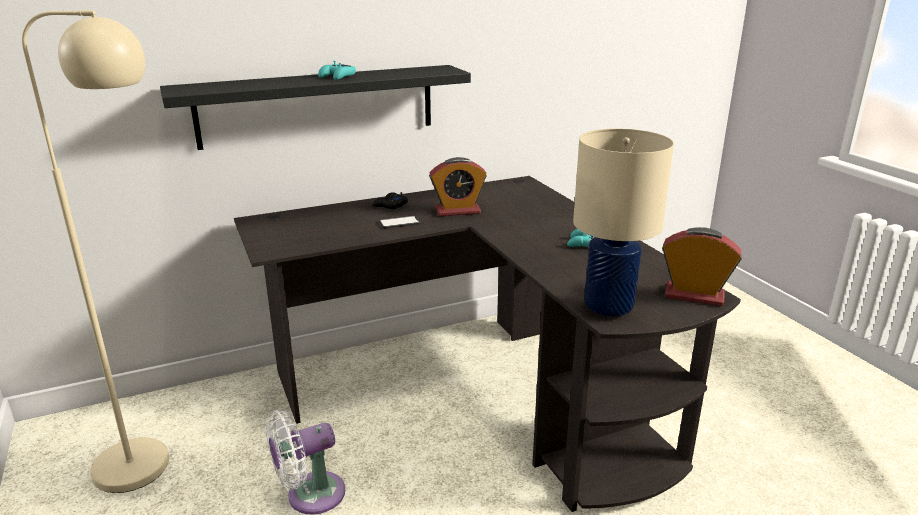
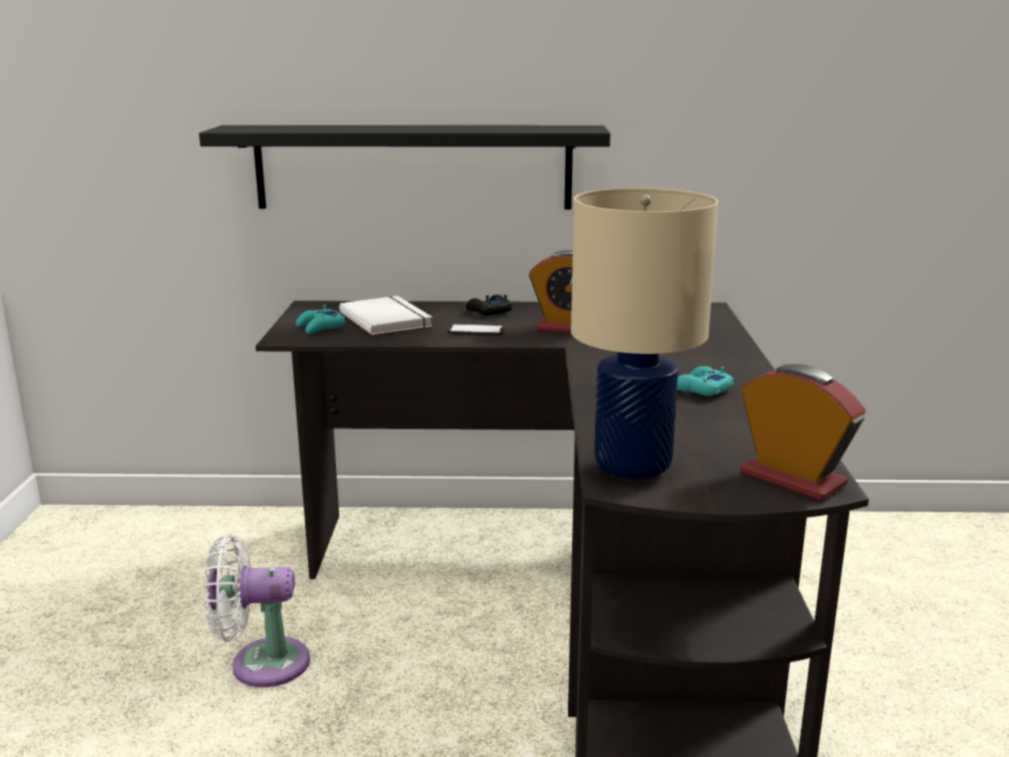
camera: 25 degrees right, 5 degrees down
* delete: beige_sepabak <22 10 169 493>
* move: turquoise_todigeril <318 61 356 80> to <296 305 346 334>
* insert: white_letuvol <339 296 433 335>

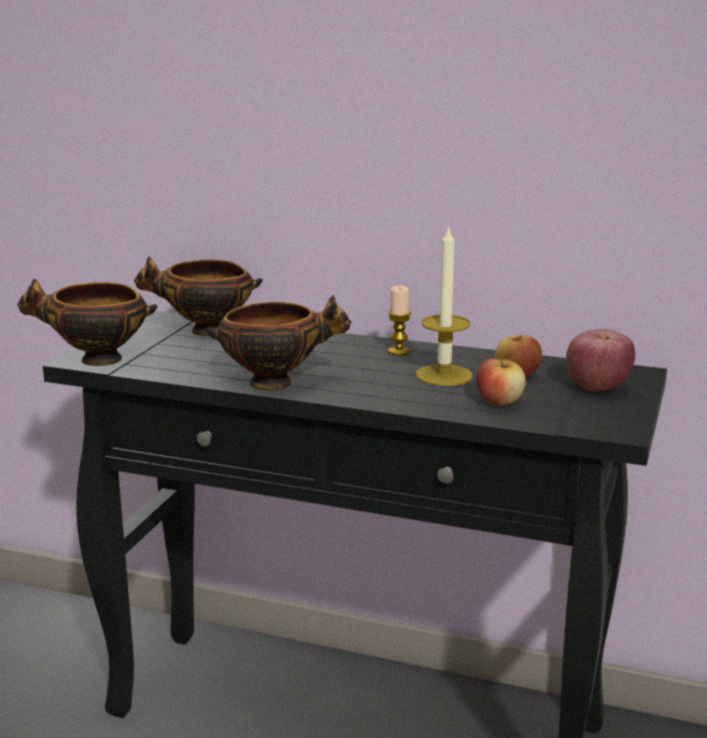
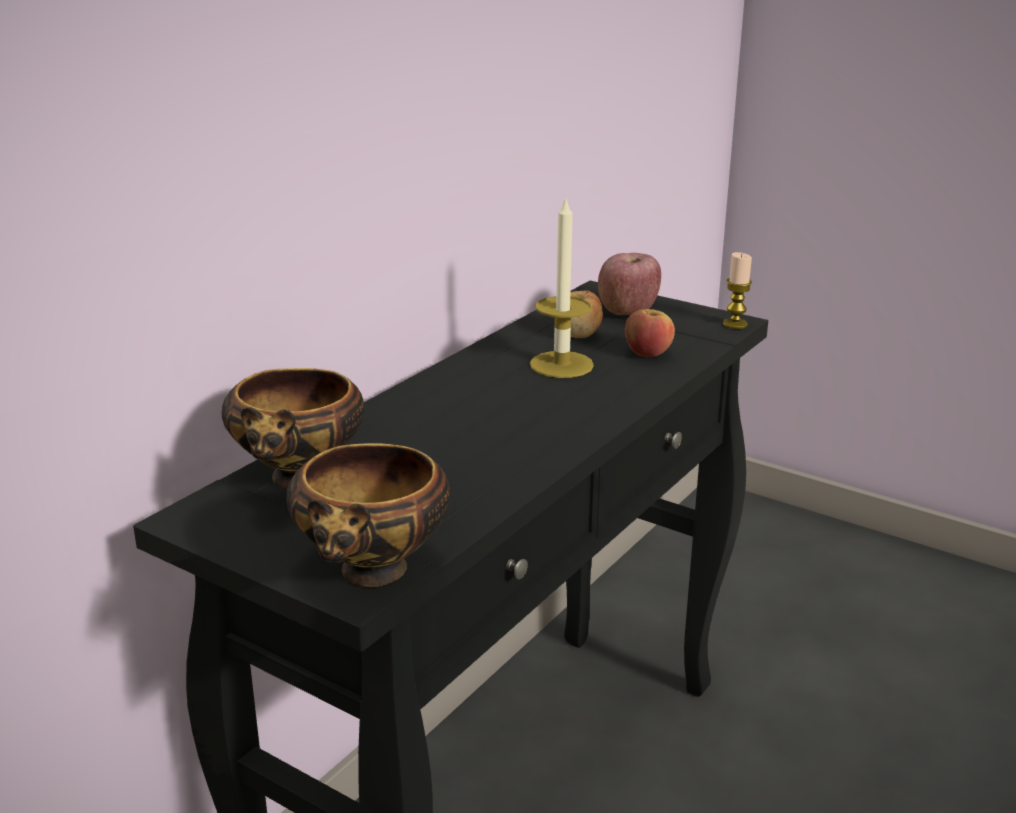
camera: 75 degrees left, 5 degrees up
* delete: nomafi <206 295 351 391>
* move: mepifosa <388 285 411 356> to <723 252 752 329>

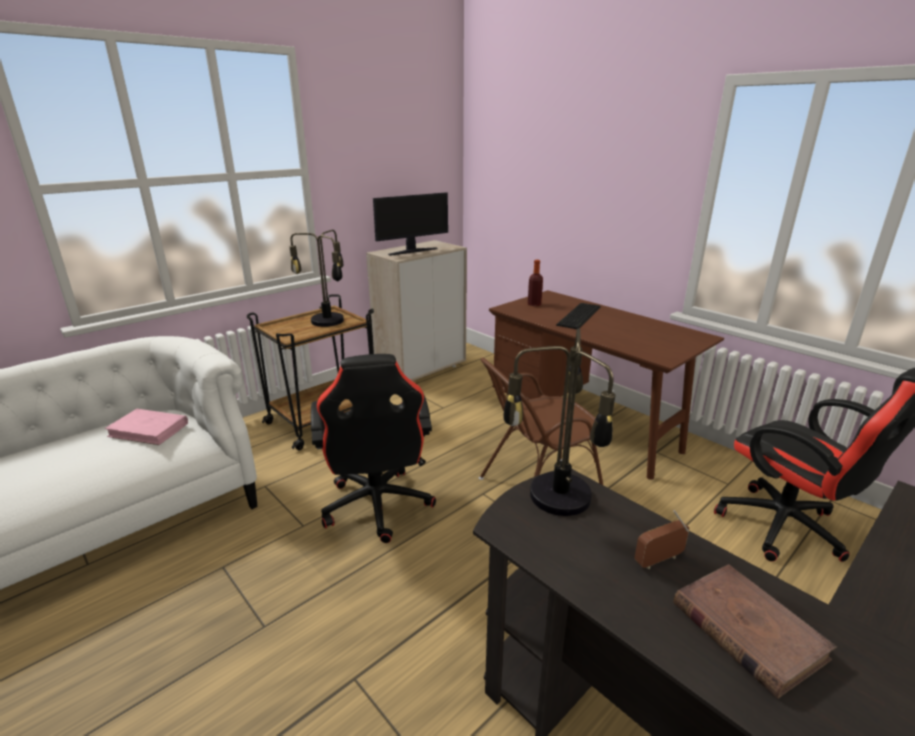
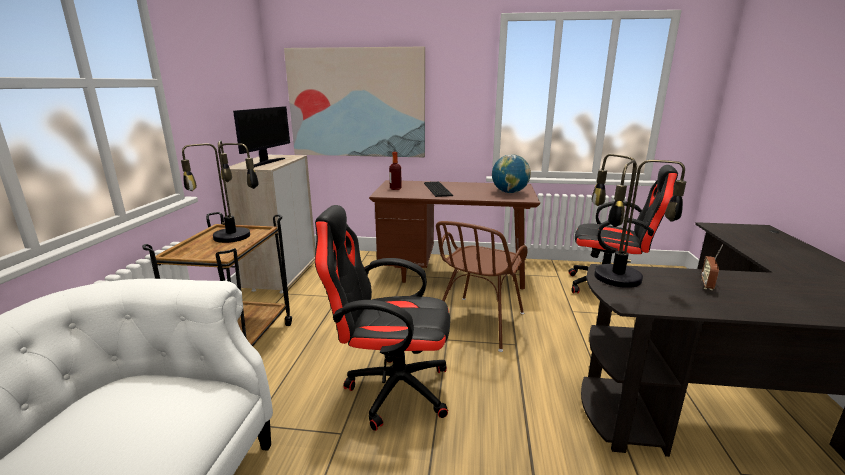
camera: 40 degrees left, 5 degrees down
* delete: pink_letuvol <105 409 188 445>
* rotate: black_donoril <311 354 436 543> = <315 205 450 431> 150 degrees clockwise
* delete: brown_letuvol <674 564 837 699>
* insert: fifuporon <284 47 425 157>
* insert: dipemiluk <492 154 531 193>

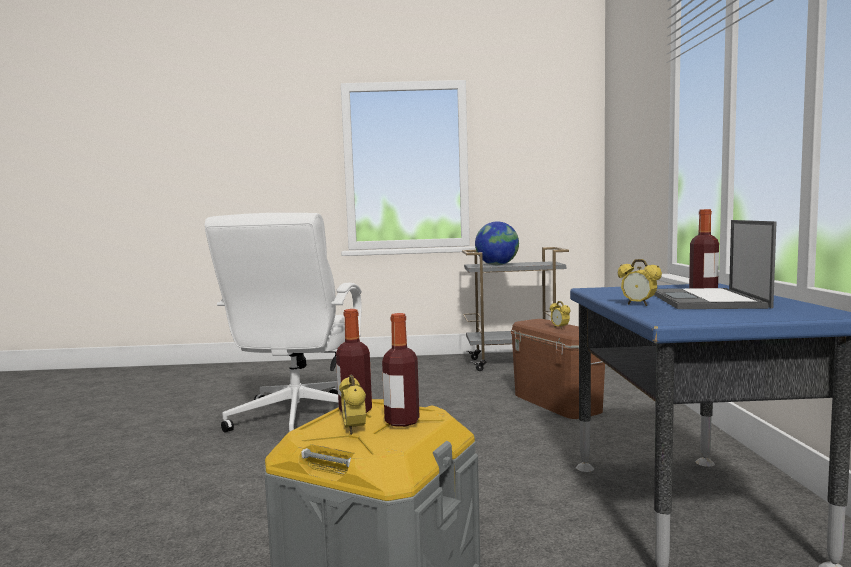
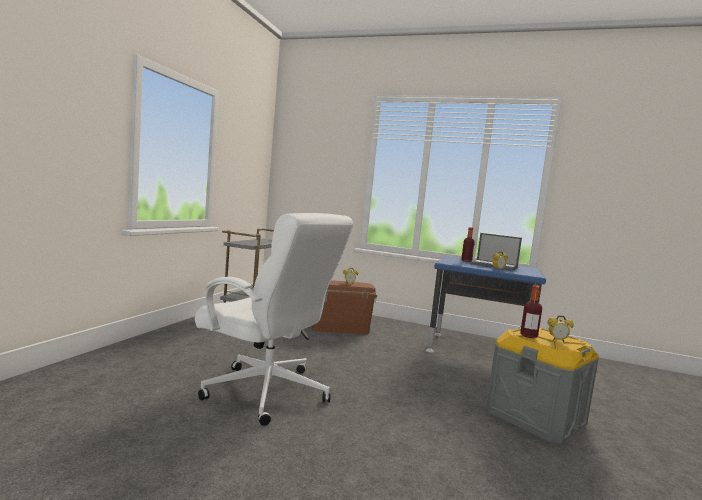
camera: 70 degrees left, 0 degrees up
* delete: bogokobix <382 313 420 427>
* delete: dipemiluk <475 221 519 265>

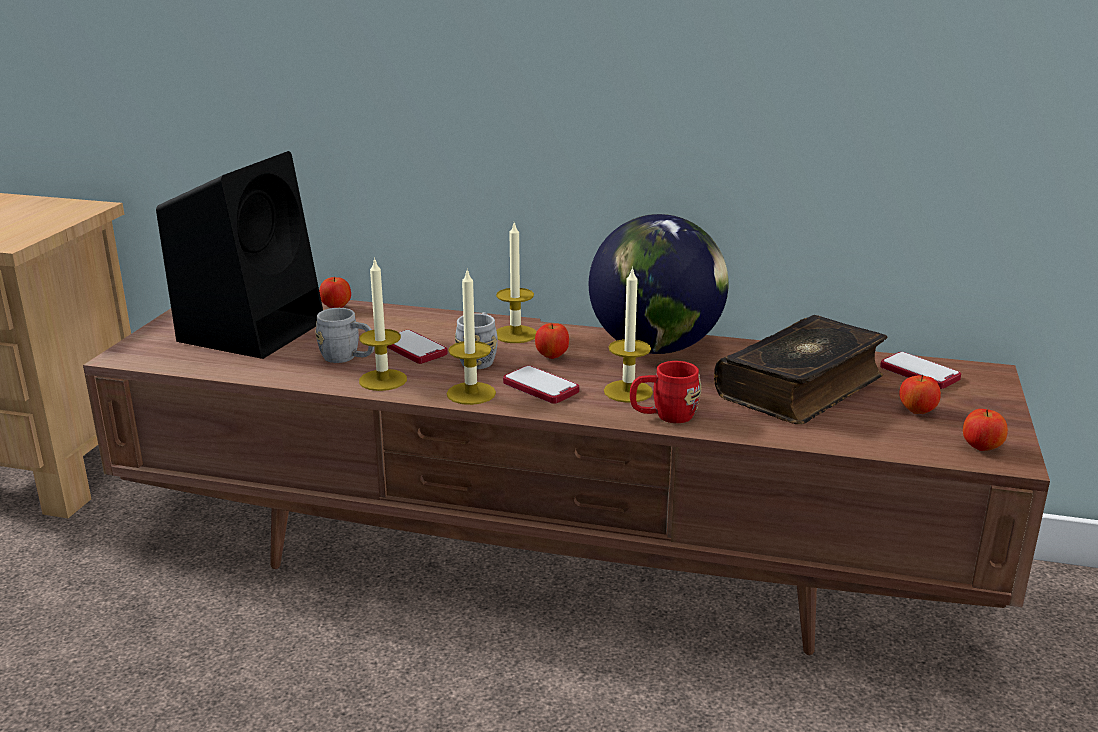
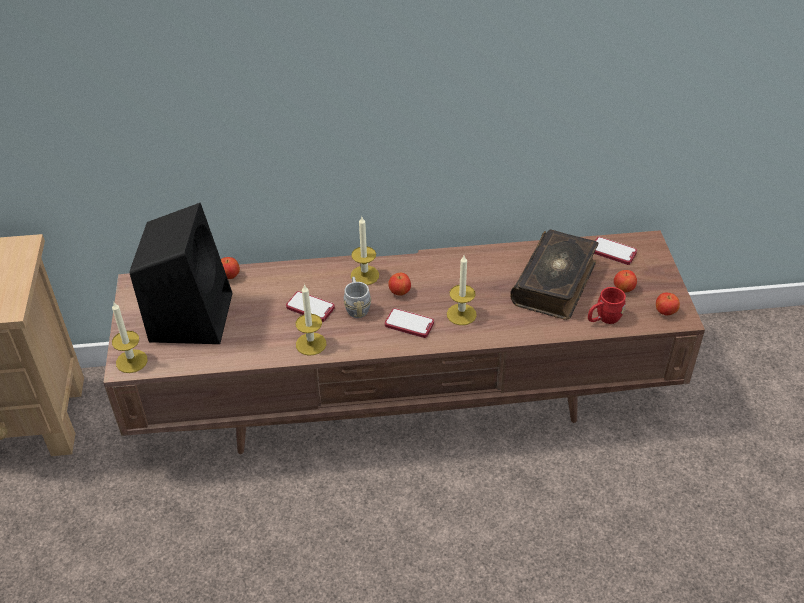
camera: 20 degrees left, 20 degrees up
* delete: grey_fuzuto <315 308 374 363>
* move: mepifosa <447 268 496 405> to <112 302 148 373>
* delete: dipemiluk <589 214 729 354>
* move: red_fuzuto <630 361 701 423> to <588 287 626 324>

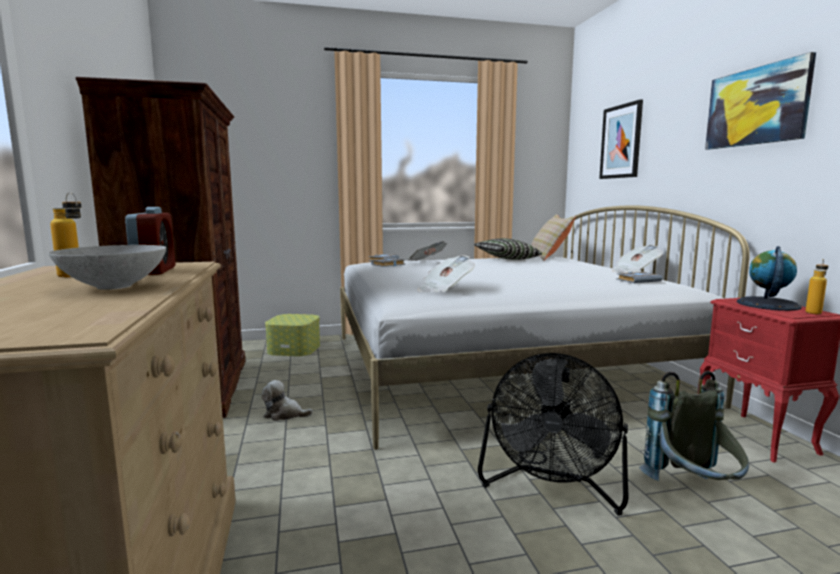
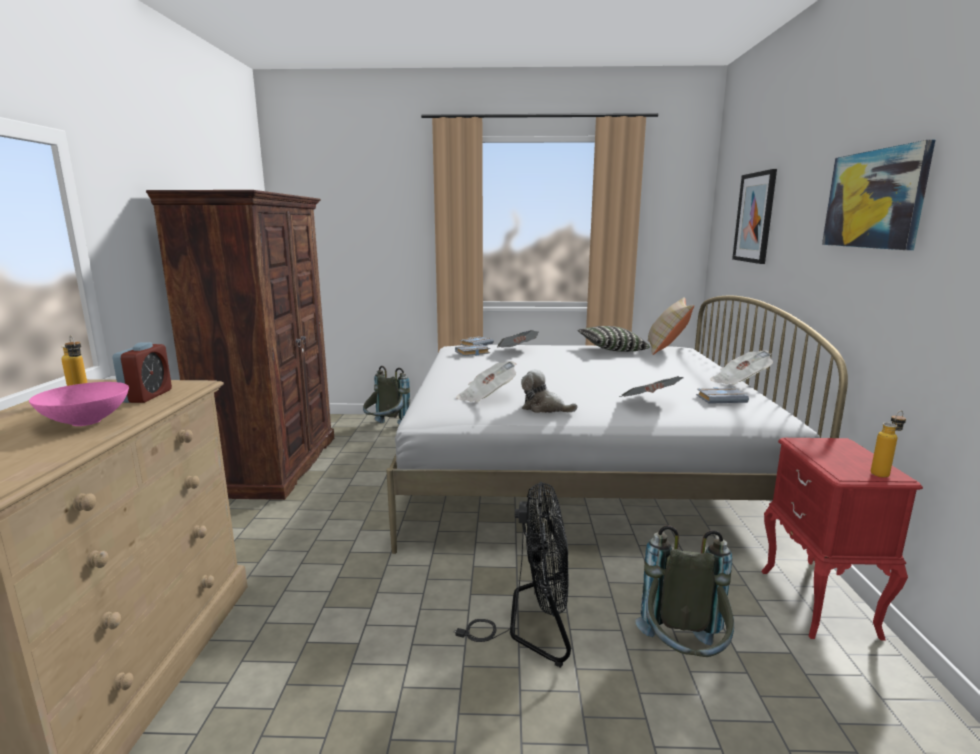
camera: 15 degrees right, 5 degrees up
* recolor: grey_nomafi <48 245 166 290> to pink_nomafi <29 382 129 426>
* move: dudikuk <261 380 313 421> to <521 369 578 413>
* replace: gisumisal <265 314 320 357> to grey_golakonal <363 366 410 425>
* rotate: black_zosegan <478 353 629 516> = <453 482 571 668> 120 degrees counterclockwise
* delete: dipemiluk <737 246 802 311>
* insert: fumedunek <619 376 684 397>

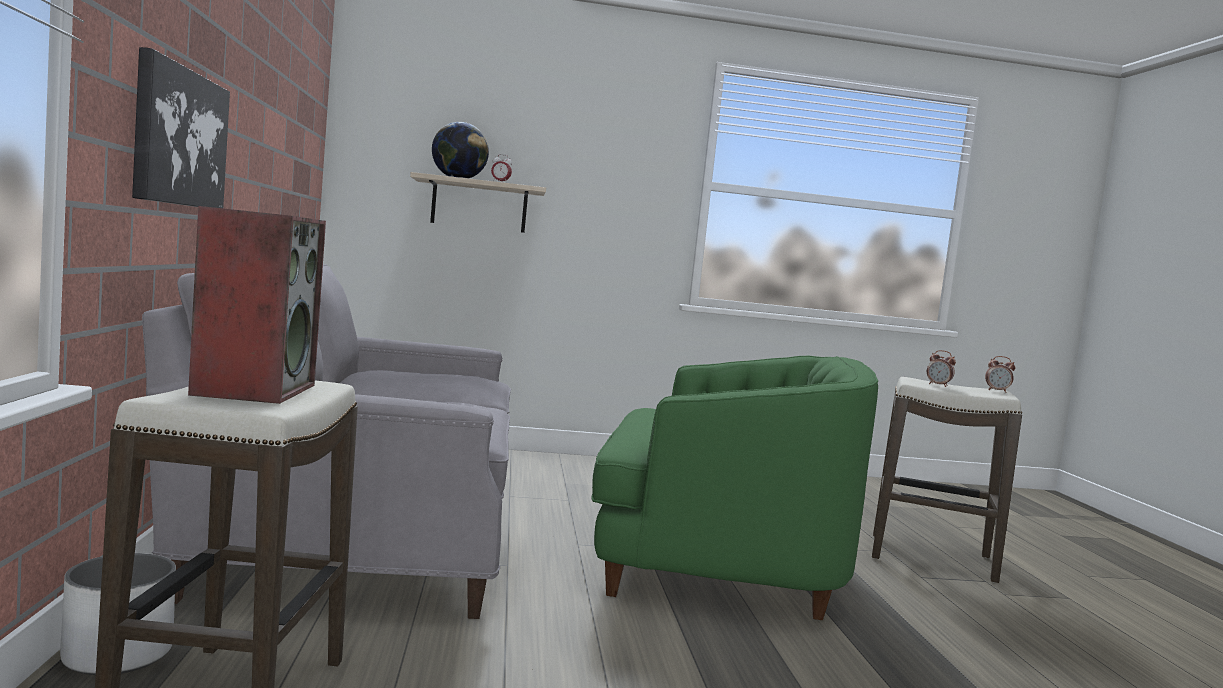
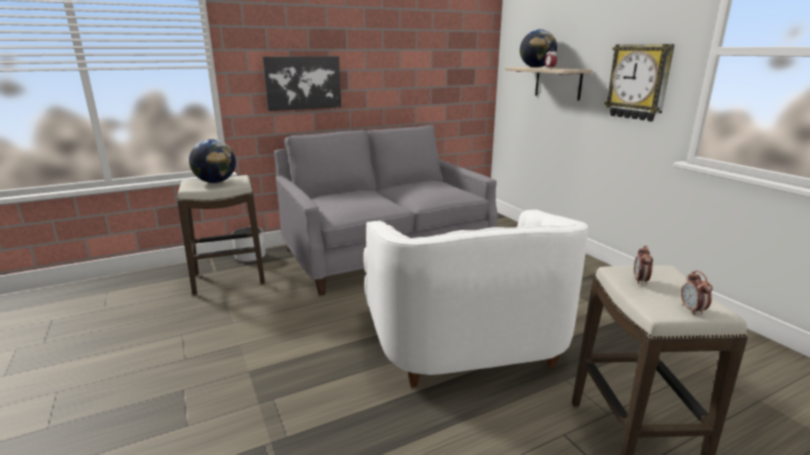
camera: 70 degrees right, 15 degrees up
* replace: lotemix <188 206 326 404> to dipemiluk <189 139 236 183>
* recolor: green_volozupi <591 356 878 620> to white_volozupi <363 210 588 388>
* insert: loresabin <605 44 675 121>

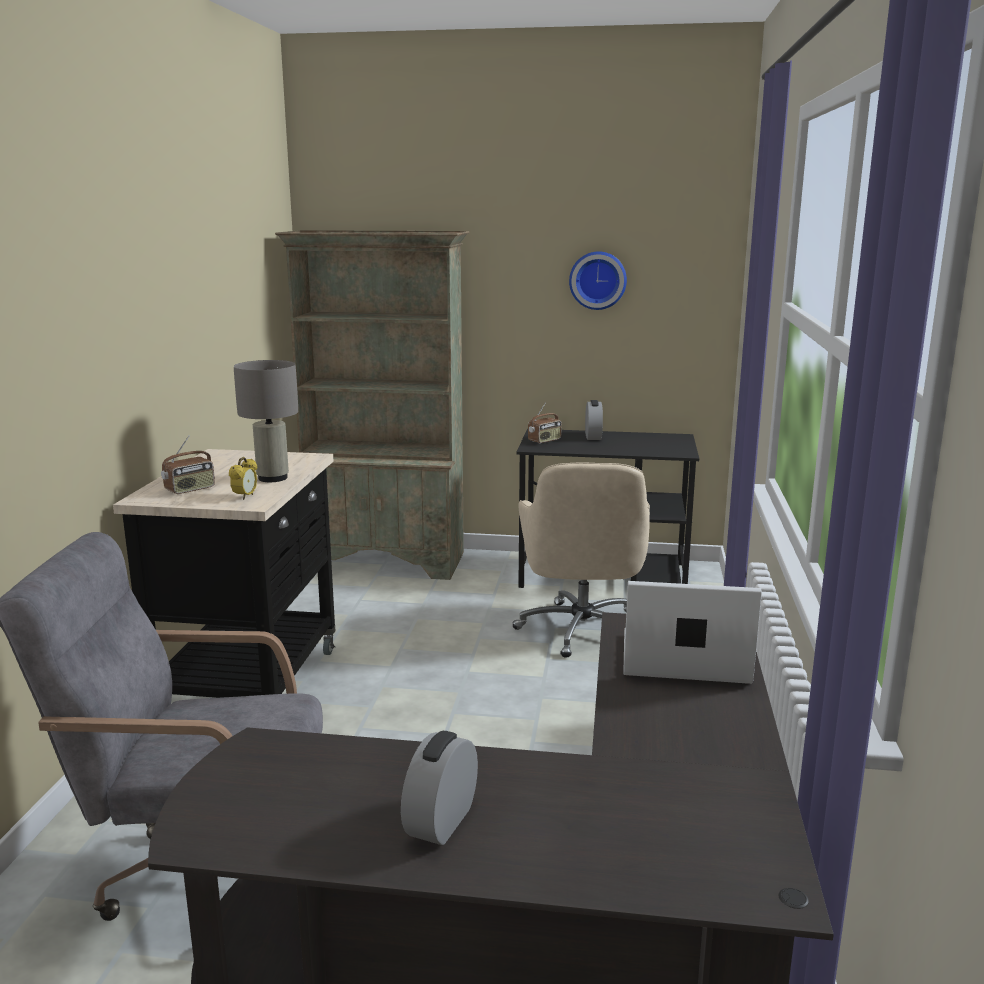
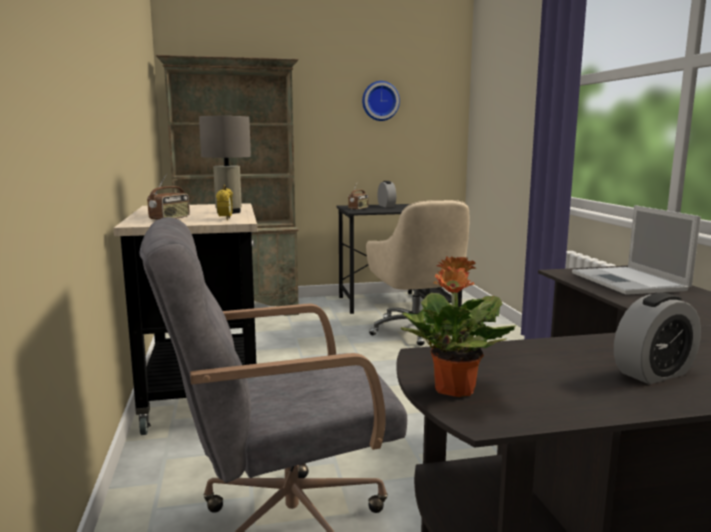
camera: 20 degrees left, 5 degrees down
* rotate: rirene <401 731 478 845> = <614 293 701 384> 120 degrees counterclockwise
* rotate: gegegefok <623 581 762 684> = <572 205 701 295> 90 degrees counterclockwise
* insert: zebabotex <401 256 516 397>

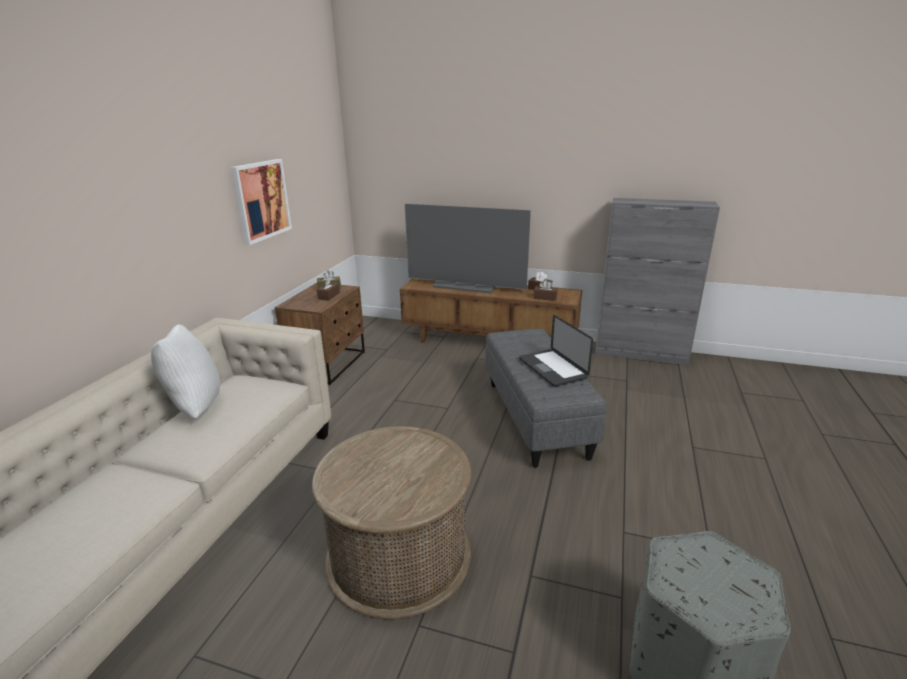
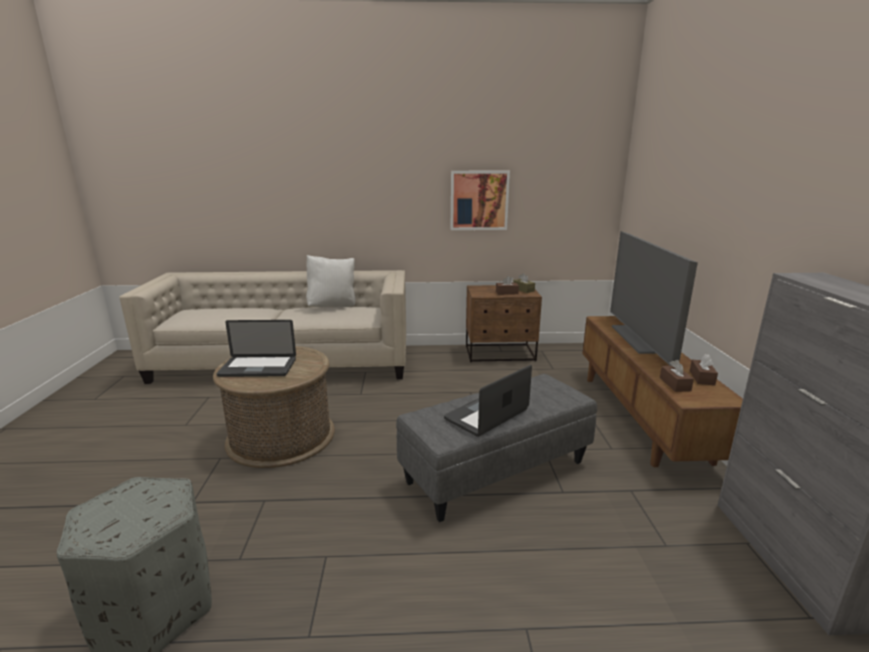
camera: 70 degrees right, 5 degrees down
* insert: gegegefok <216 320 296 377>

